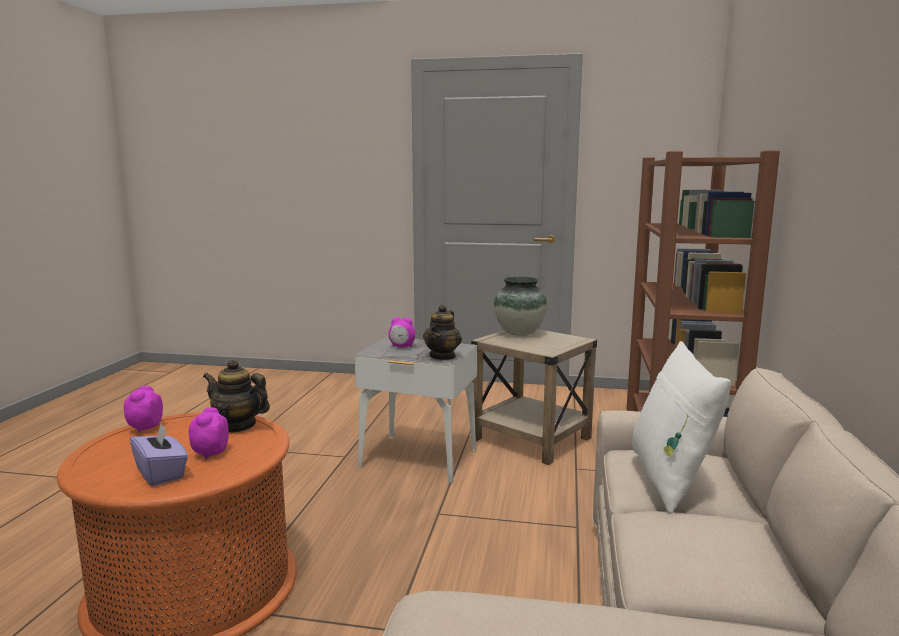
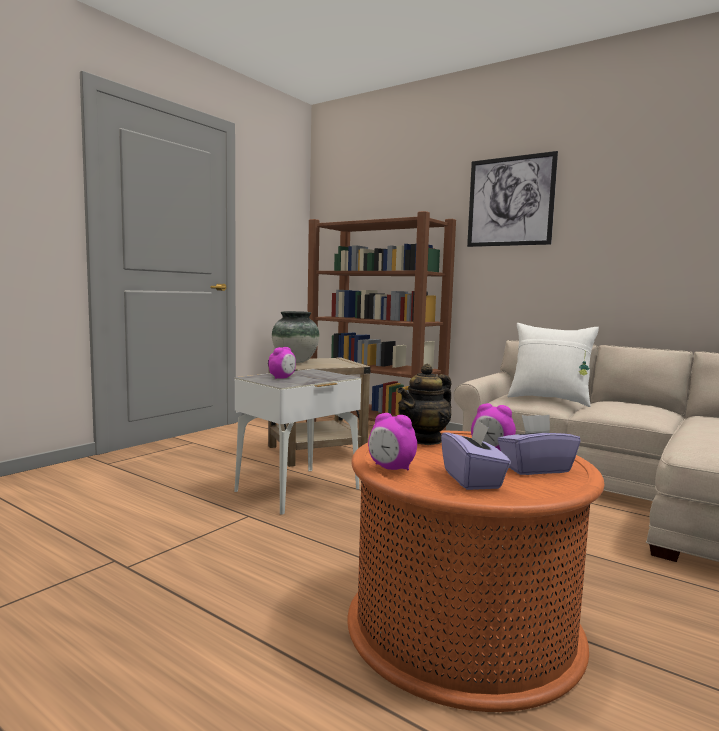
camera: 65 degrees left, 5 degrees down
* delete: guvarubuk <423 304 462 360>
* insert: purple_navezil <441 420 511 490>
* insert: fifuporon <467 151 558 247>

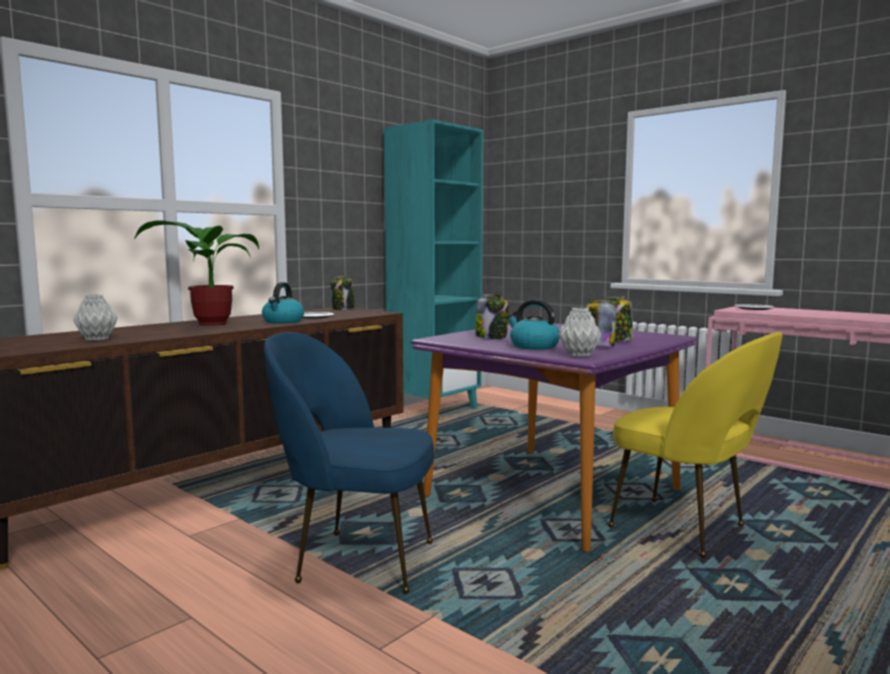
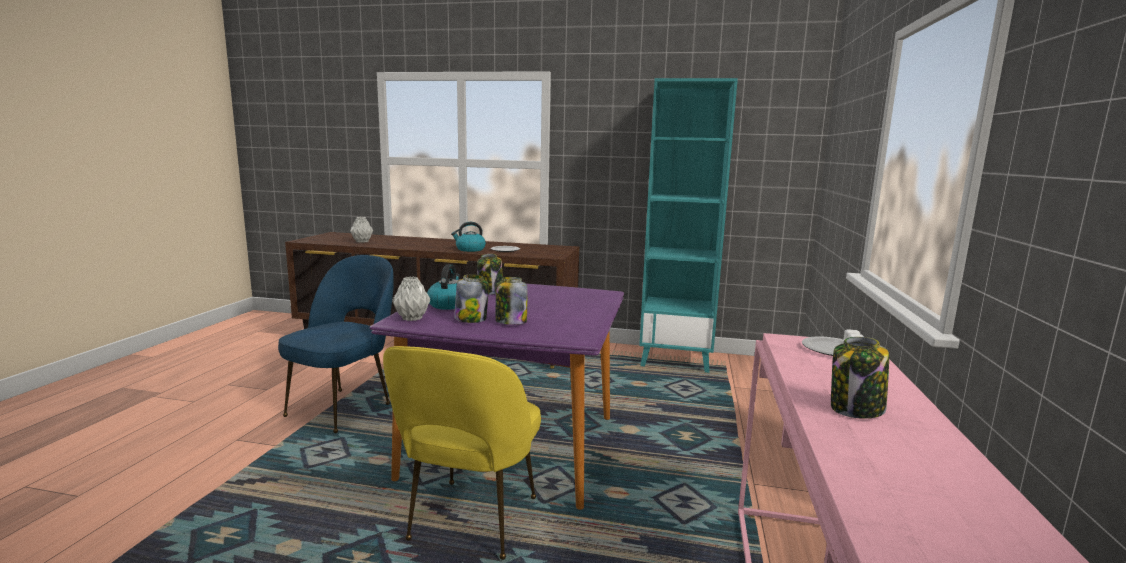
camera: 60 degrees right, 5 degrees up
* delete: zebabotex <134 221 259 326>
* rotate: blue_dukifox <264 332 434 594> = <278 255 394 433> 45 degrees clockwise
* move: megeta <331 276 355 310> to <831 337 889 419>

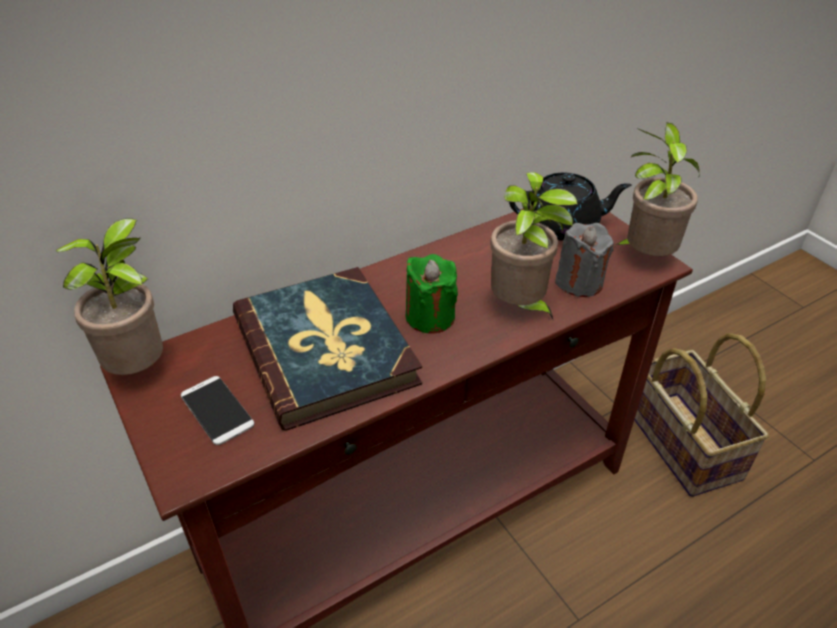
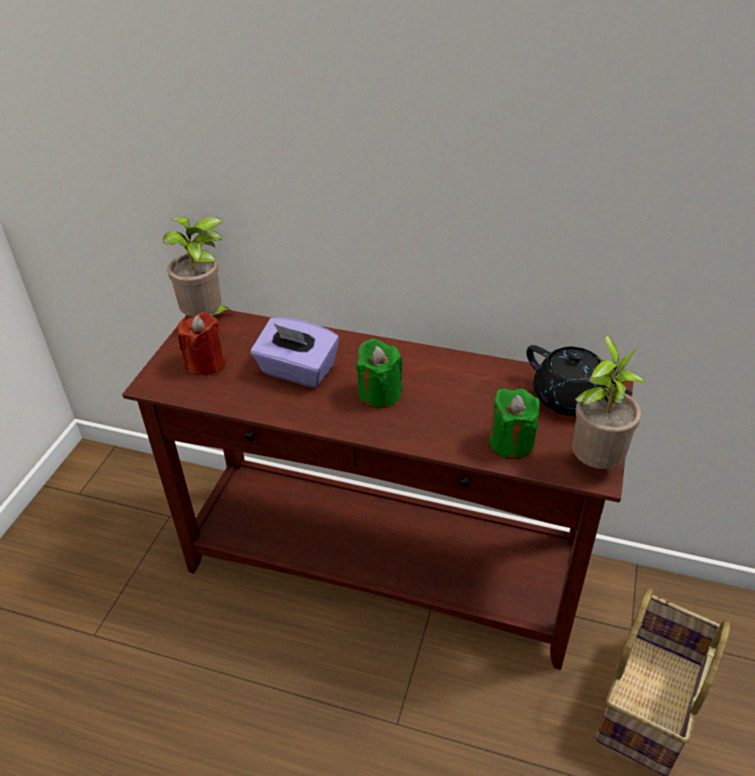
camera: 50 degrees right, 0 degrees up
* replace: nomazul <181 376 254 445> to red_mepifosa <178 312 226 376>
* replace: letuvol <233 267 422 431> to purple_navezil <251 317 339 388>
* delete: zebabotex <490 172 578 321>
* recolor: grey_mepifosa <555 223 614 297> to green_mepifosa <489 389 540 459>

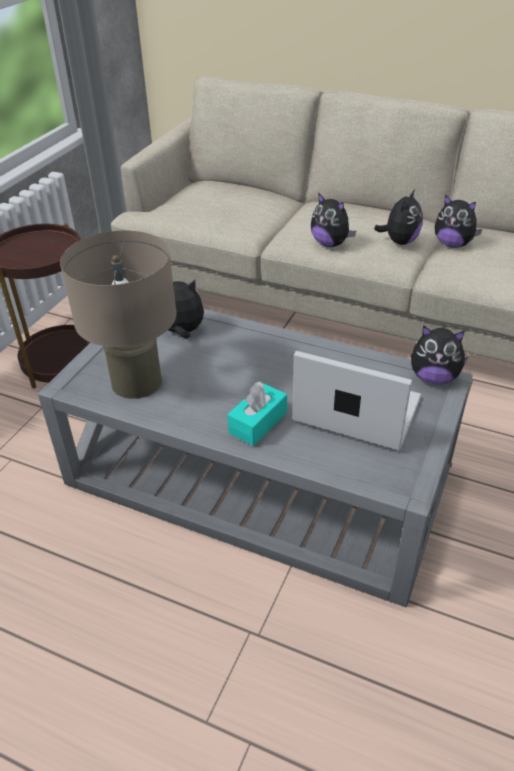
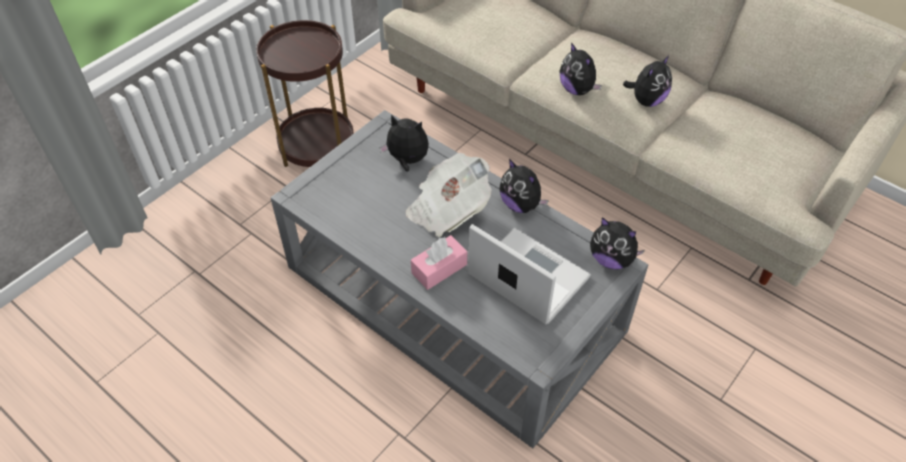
camera: 15 degrees right, 10 degrees up
* delete: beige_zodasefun <60 230 176 399>
* recolor: turquoise_navezil <227 381 287 446> to pink_navezil <411 235 467 290>
* move: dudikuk <435 194 483 248> to <499 159 549 213>
* insert: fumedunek <406 153 492 237>

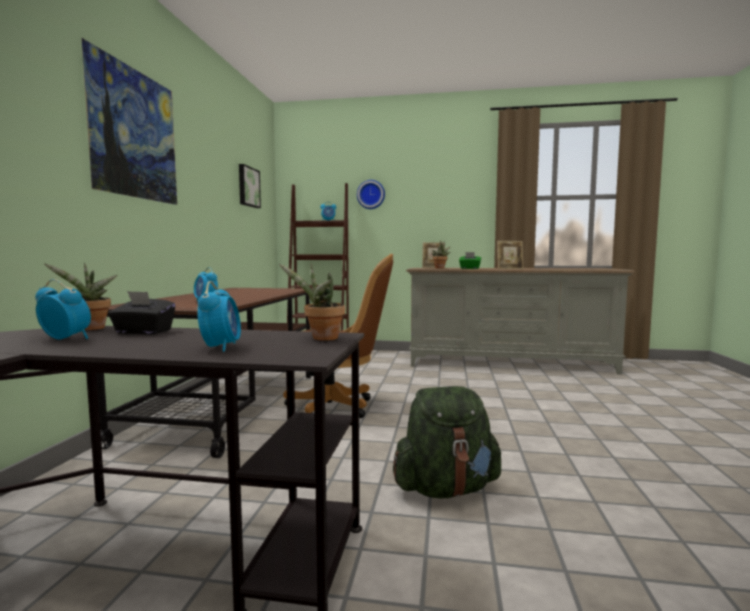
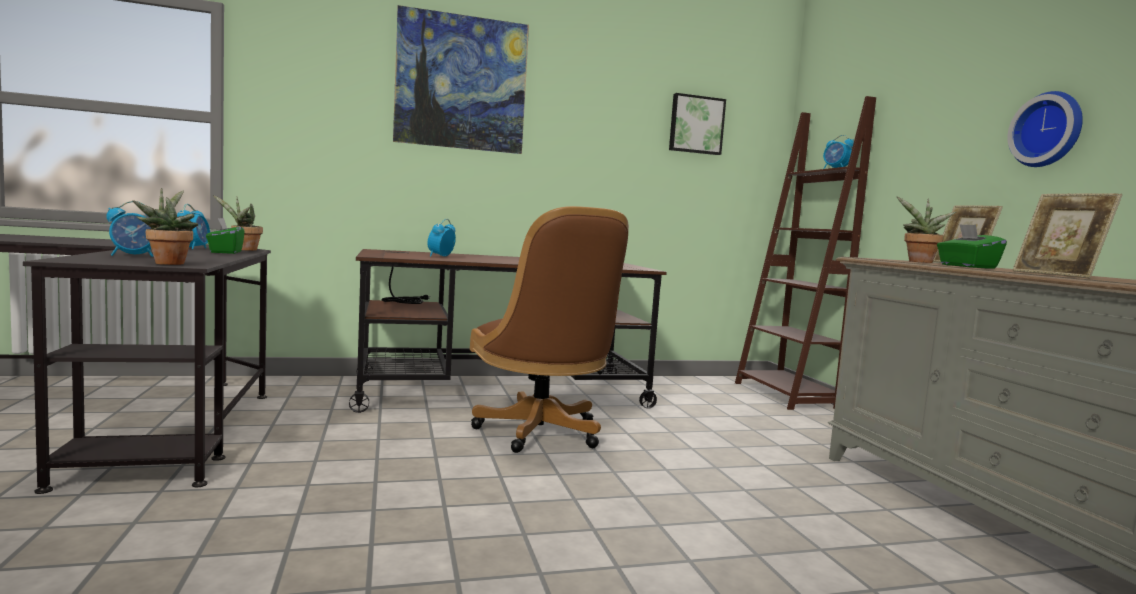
camera: 65 degrees right, 0 degrees up
* recolor: black_navezil <108 291 176 334> to green_navezil <206 218 245 254>
* move: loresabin <357 180 385 209> to <1007 91 1083 167>
* delete: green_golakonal <393 386 501 499>

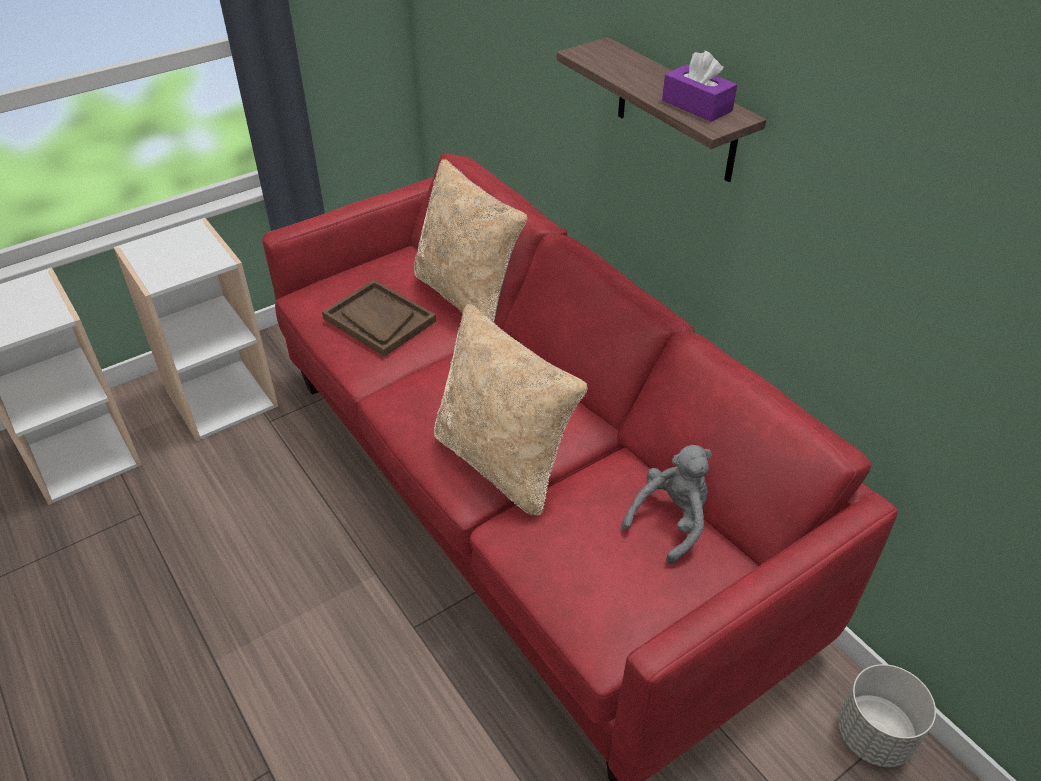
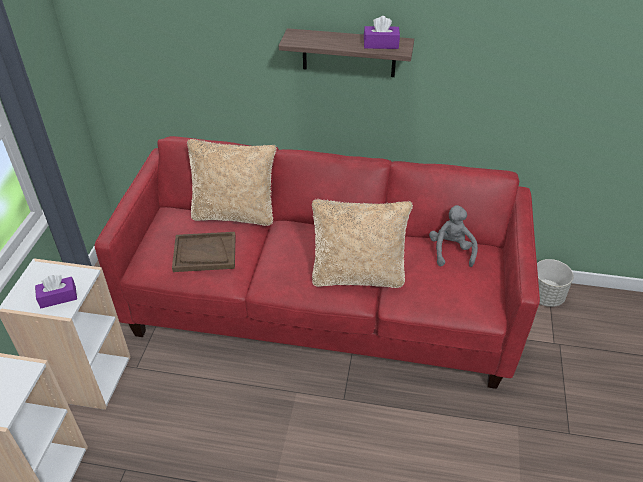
camera: 45 degrees left, 0 degrees up
* insert: purple_navezil <35 275 77 308>

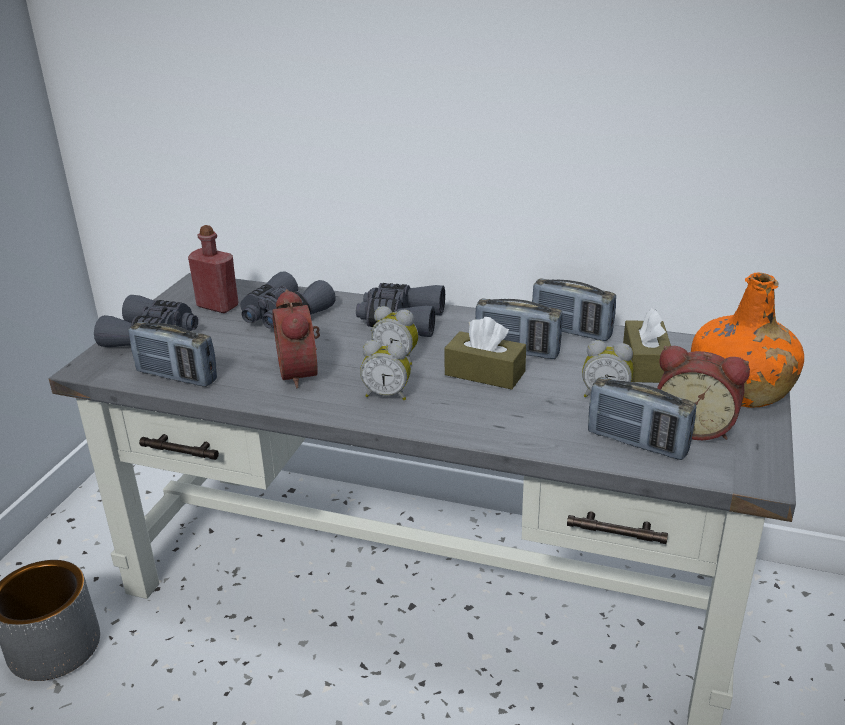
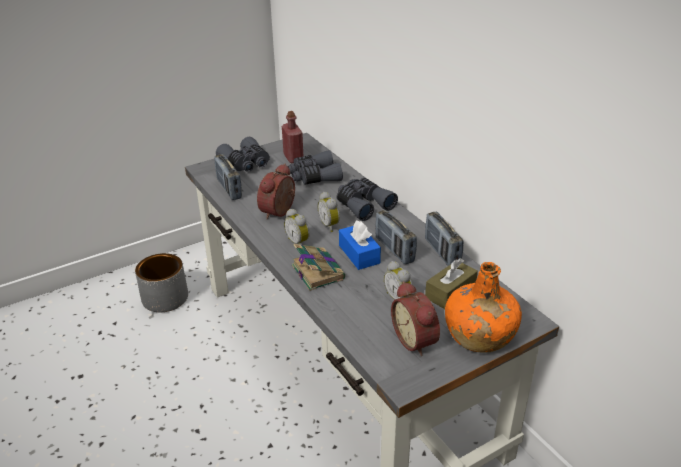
camera: 40 degrees right, 5 degrees up
* recolor: brown_navezil <444 317 526 390> to blue_navezil <339 220 381 270>
* delete: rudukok <588 377 696 460>
* insert: letuvol <292 244 345 291>

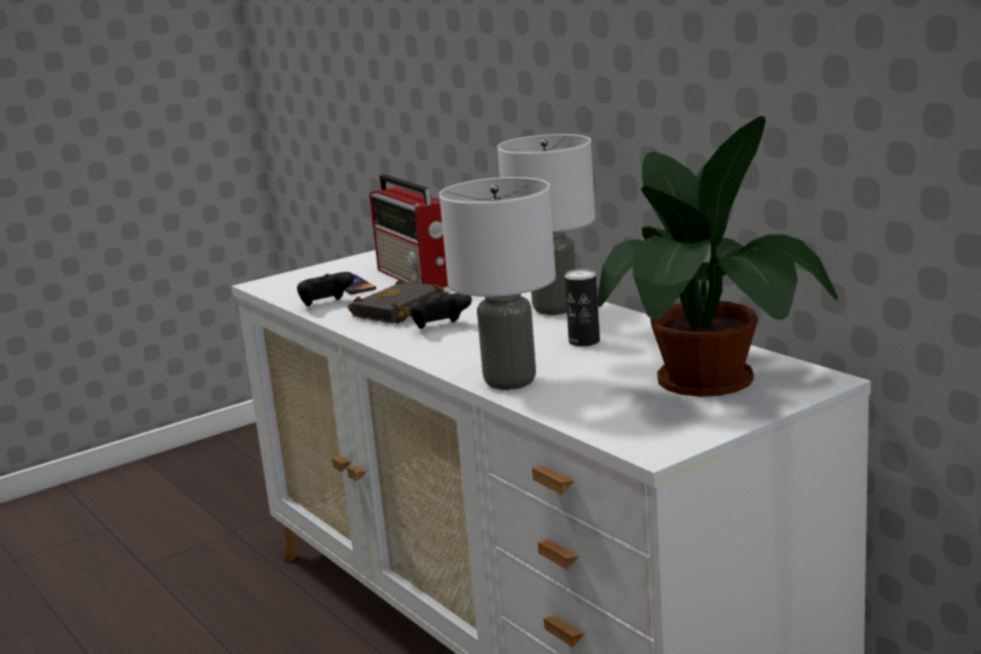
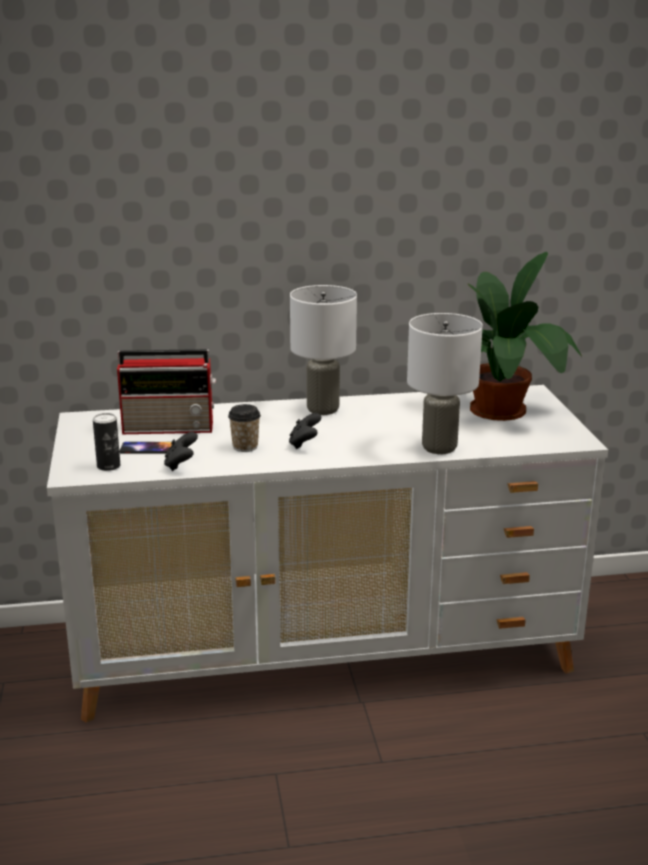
camera: 65 degrees left, 5 degrees up
* replace: black_letuvol <348 279 449 324> to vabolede <228 404 261 452>
* move: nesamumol <565 269 600 347> to <93 413 120 471>

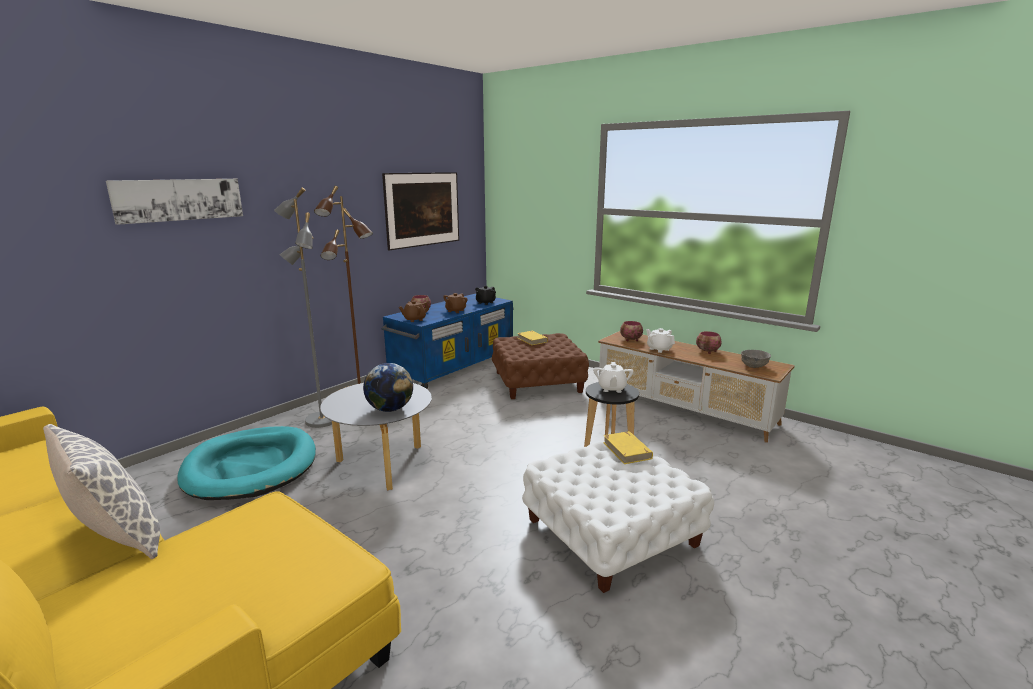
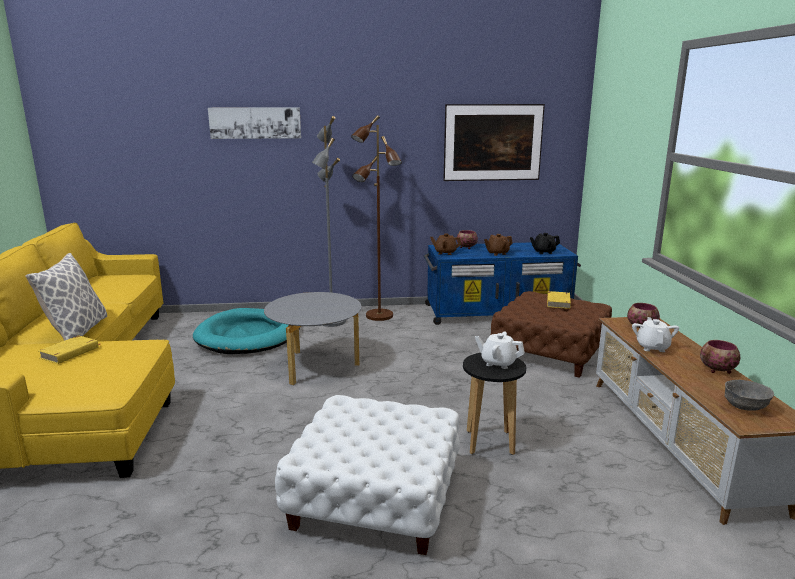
camera: 45 degrees right, 0 degrees up
* delete: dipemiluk <363 363 413 412>
* rotate: white_guvarubuk <593 362 634 393> = <475 332 525 369> 60 degrees clockwise
* move: yellow_letuvol <603 431 653 464> to <38 335 101 364>

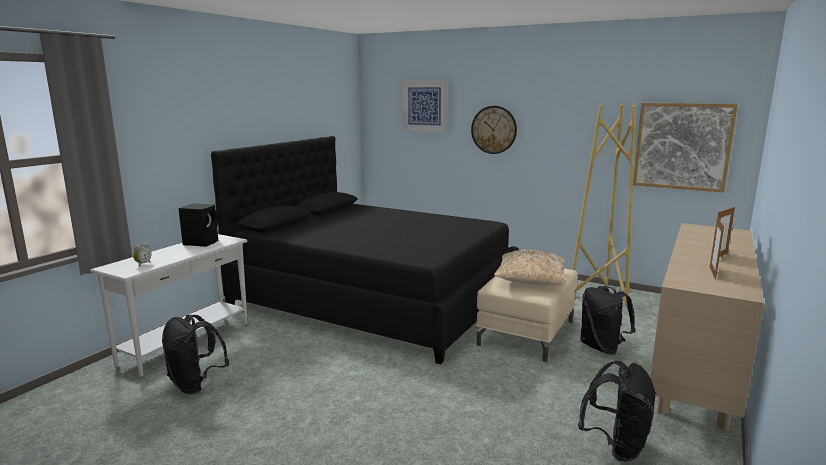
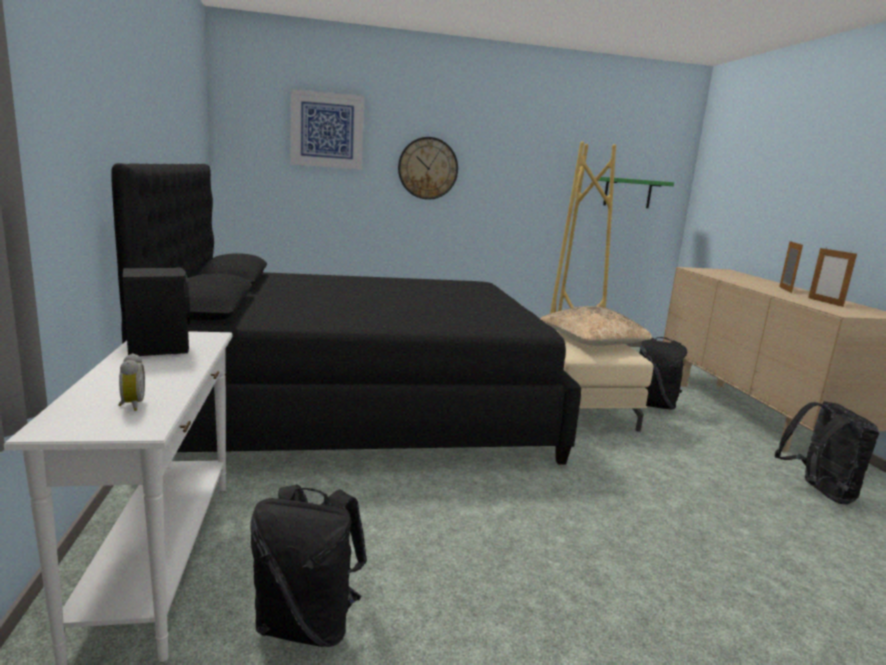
camera: 40 degrees left, 0 degrees up
* replace: fifuporon <633 103 738 193> to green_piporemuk <598 177 674 208>

